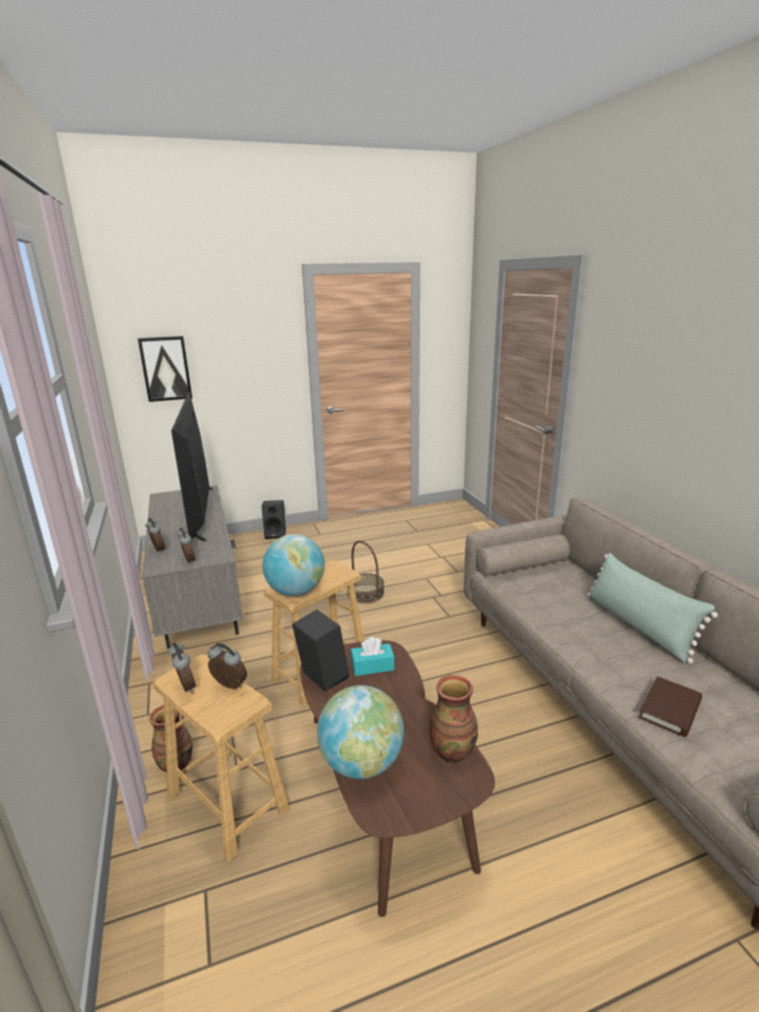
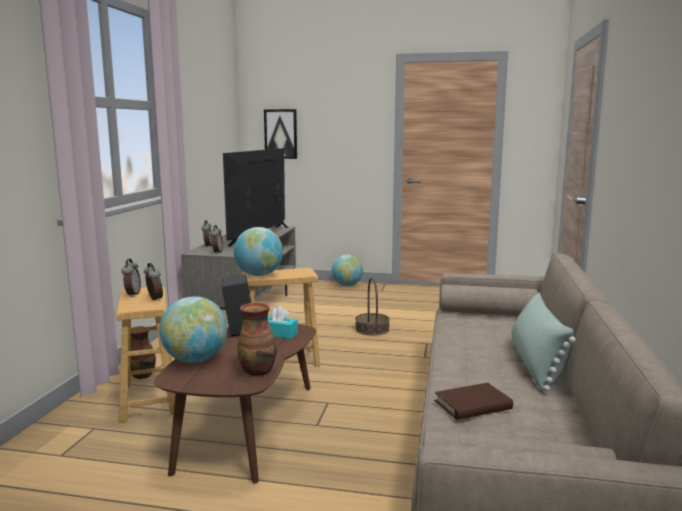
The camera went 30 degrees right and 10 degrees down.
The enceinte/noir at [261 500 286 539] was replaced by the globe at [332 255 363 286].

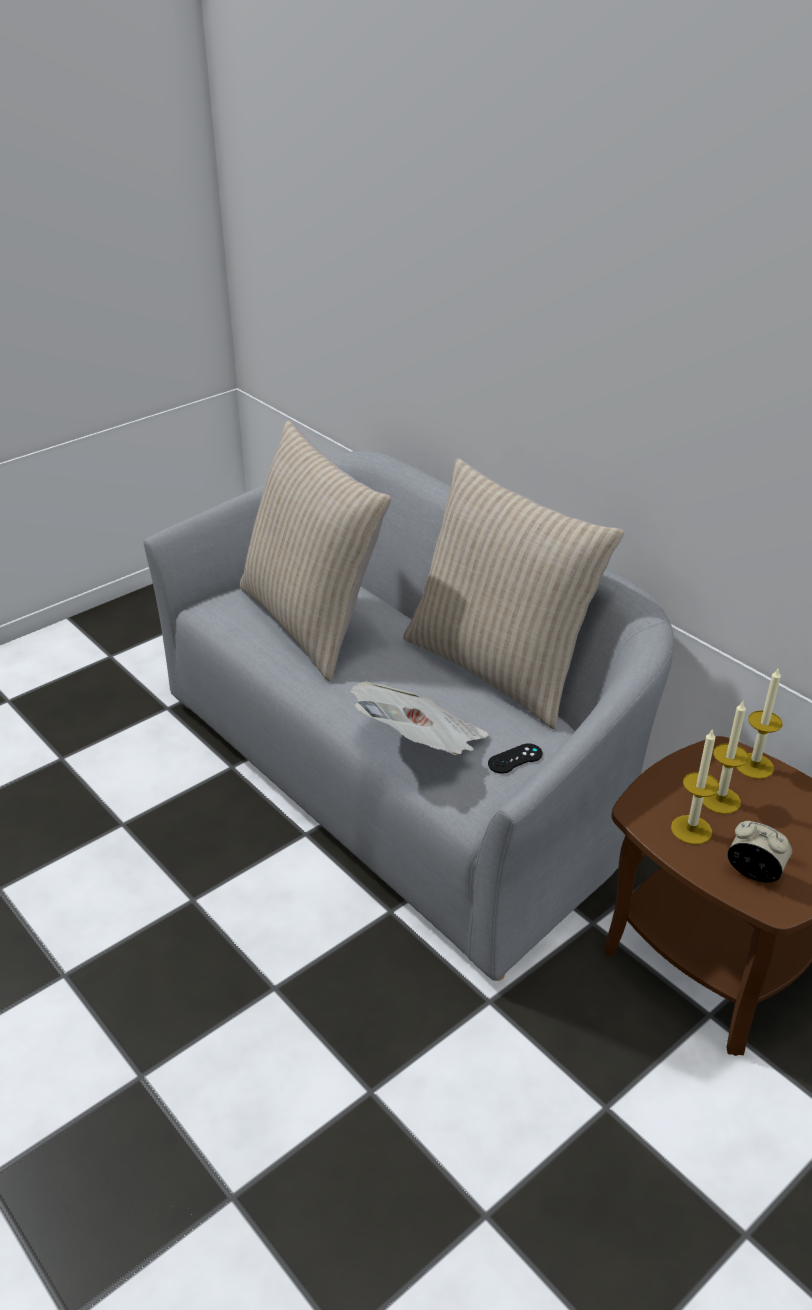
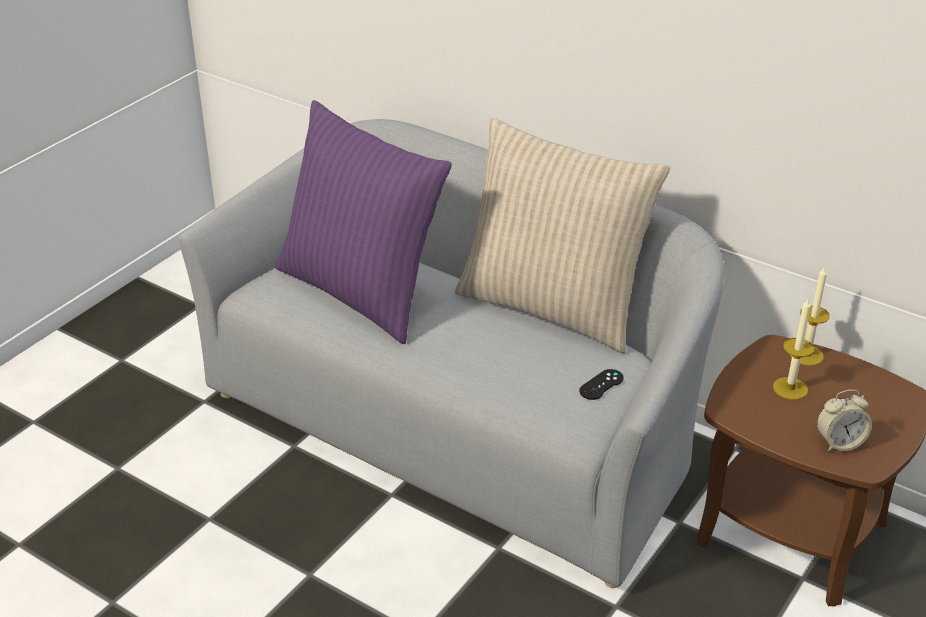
The camera went 15 degrees left and 0 degrees up.
The coussin/beige at [239 420 391 682] became the coussin/violet at [275 100 452 344].
The journal at [351 681 489 755] disappeared.
The bougie at [671 729 719 845] disappeared.
The réveil at [728 821 792 882] turned 150 degrees clockwise.

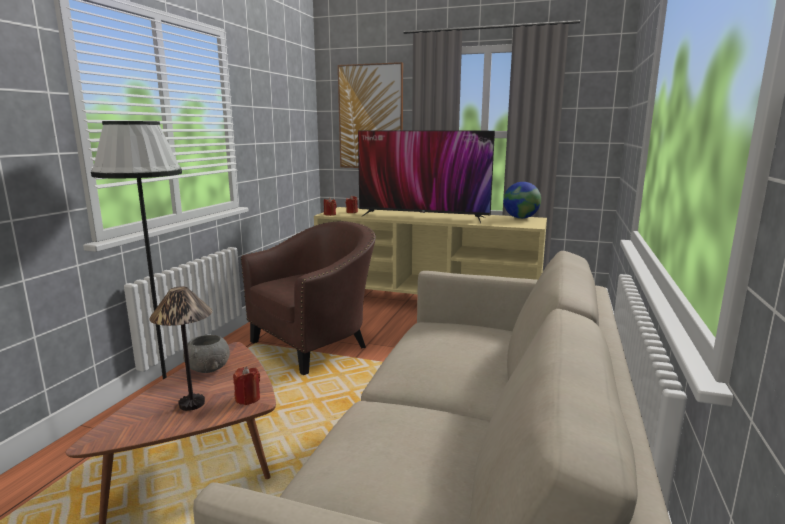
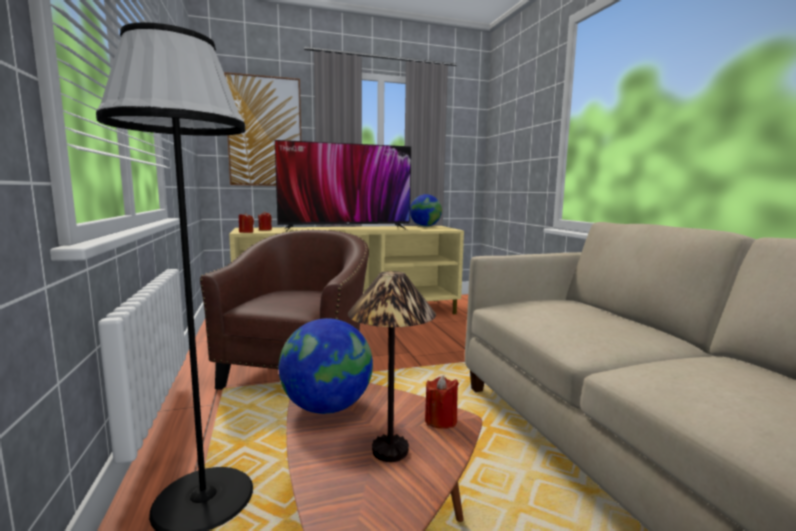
The camera went 35 degrees left and 5 degrees down.
The bol/gris at [183 335 230 373] was replaced by the globe at [279 318 373 414].

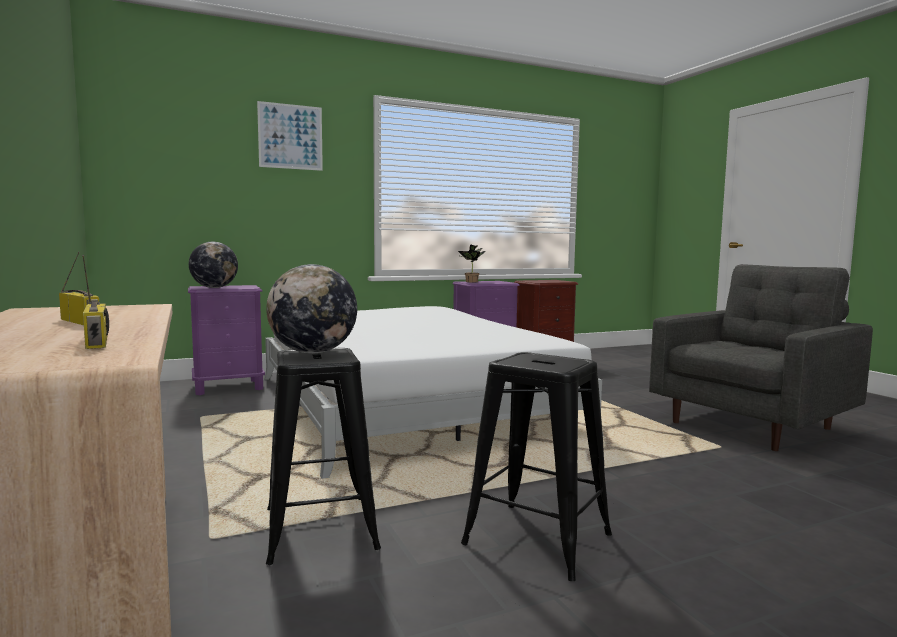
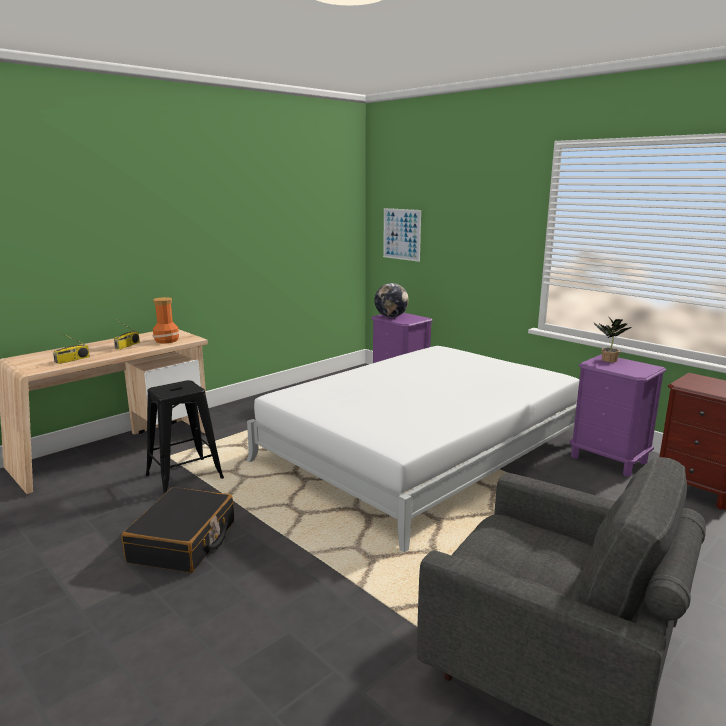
The camera went 70 degrees right and 10 degrees up.
The tableau moved from [257 101 323 171] to [383 208 421 262].
The globe at [266 264 357 353] disappeared.
The tabouret/noir at [461 352 612 581] was replaced by the valise/noir at [121 487 234 573].
The vase at [152 297 180 343] appeared.

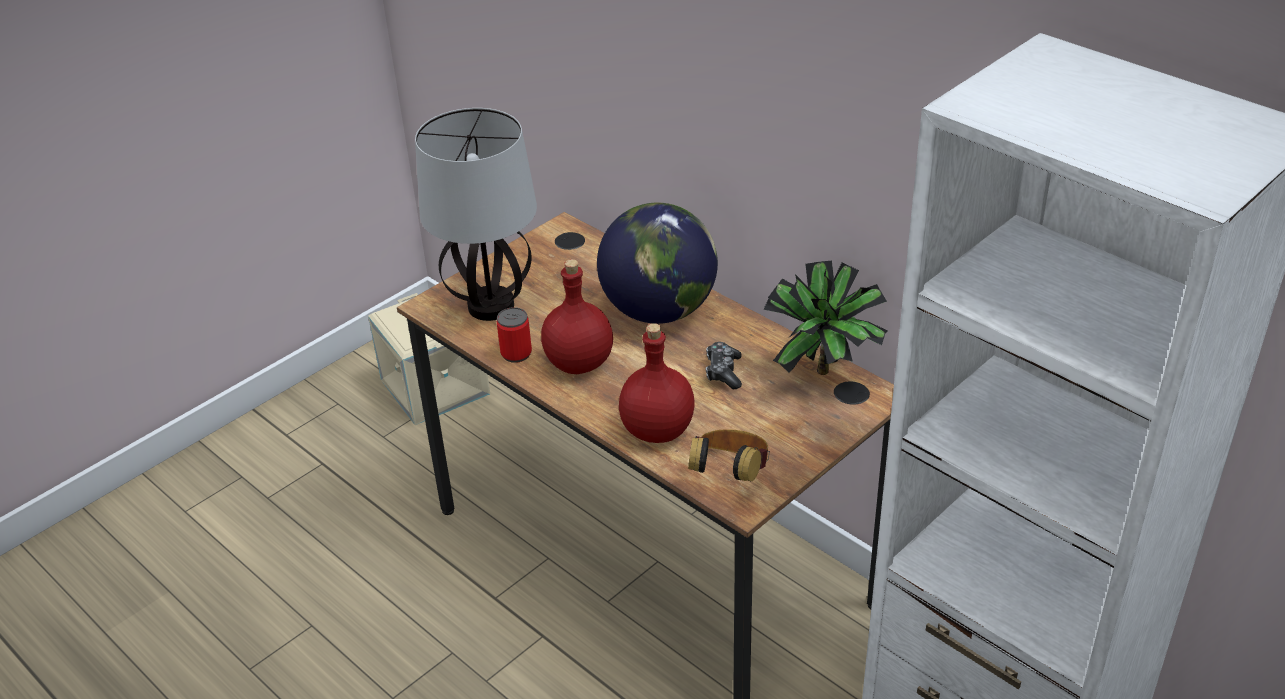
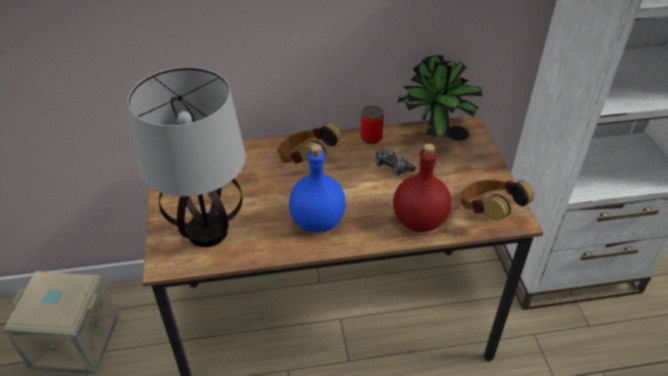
The camera went 55 degrees left and 5 degrees up.
The globe at [597 203 718 324] was replaced by the casque audio at [277 123 341 164].
The bouteille/rouge at [541 259 613 374] became the bouteille/bleu at [289 144 346 232].
The boîte métallique moved from [497 307 532 363] to [361 106 384 144].

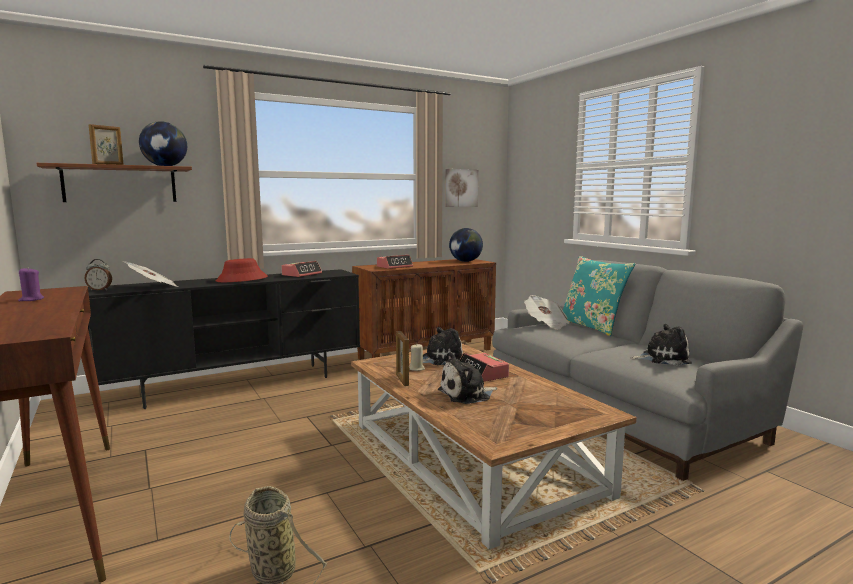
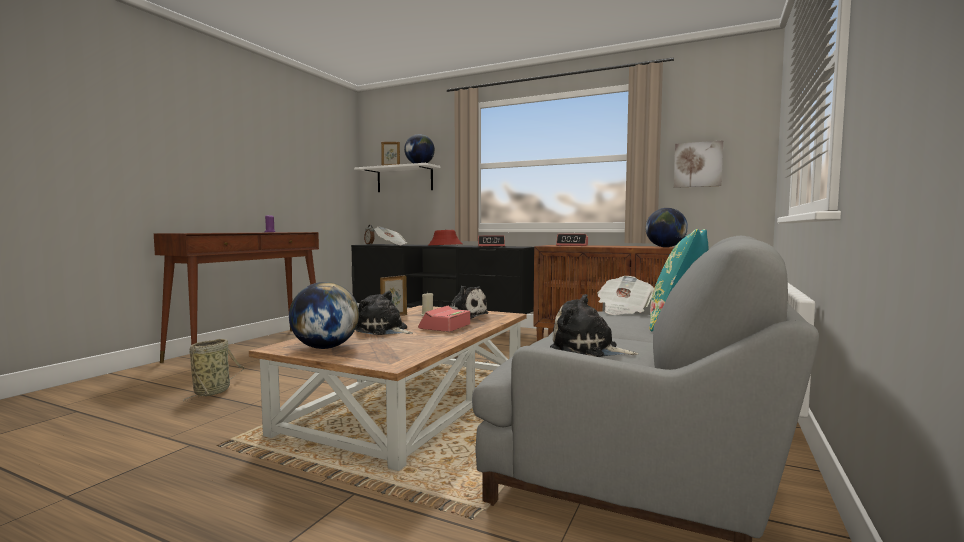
The camera went 55 degrees right and 5 degrees down.
The étagère/marron at [36 163 192 202] became the étagère/blanc at [354 163 440 192].
The peluche at [630 324 692 365] turned 150 degrees clockwise.
The globe at [289 282 359 349] appeared.

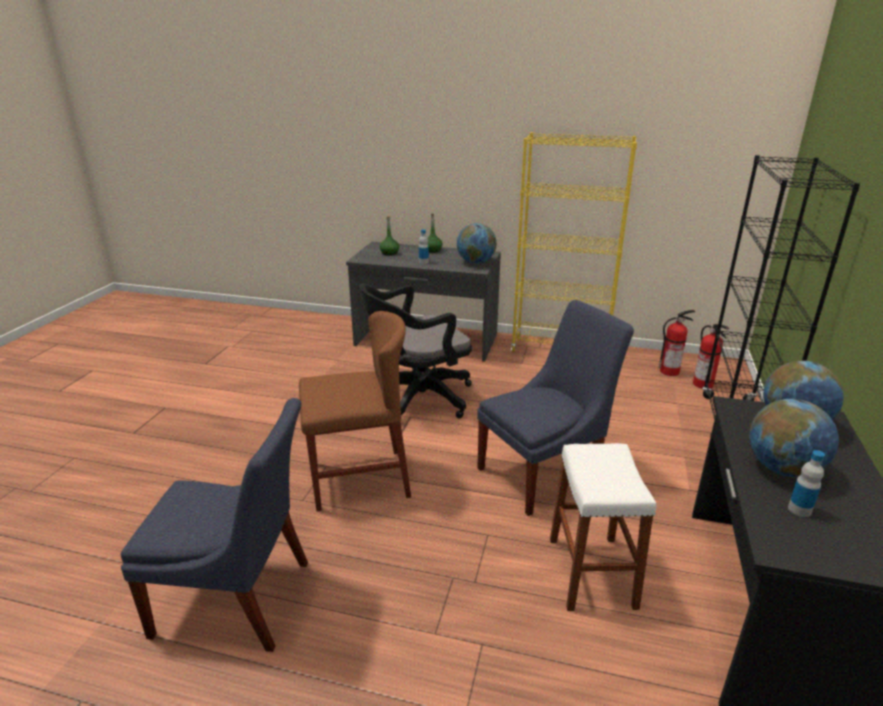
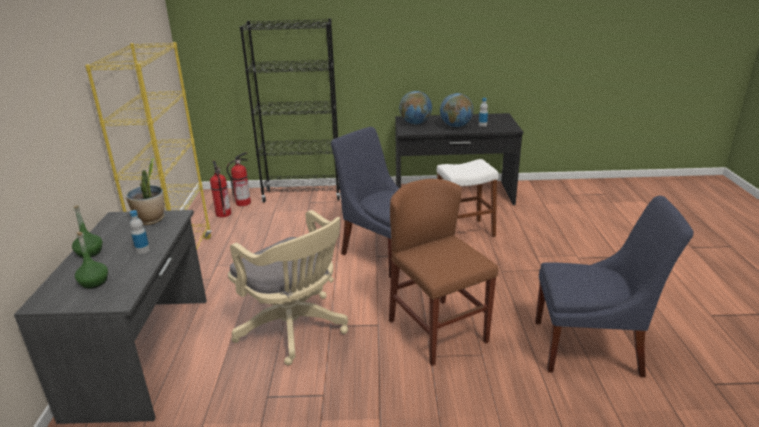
The camera went 105 degrees left and 0 degrees up.
The globe at [457 223 497 264] was replaced by the plante en pot at [126 158 165 225].
The chaise de bureau/noir at [359 284 472 419] became the chaise de bureau/beige at [228 210 348 365].
The chaise/bleu at [120 398 308 652] turned 105 degrees clockwise.

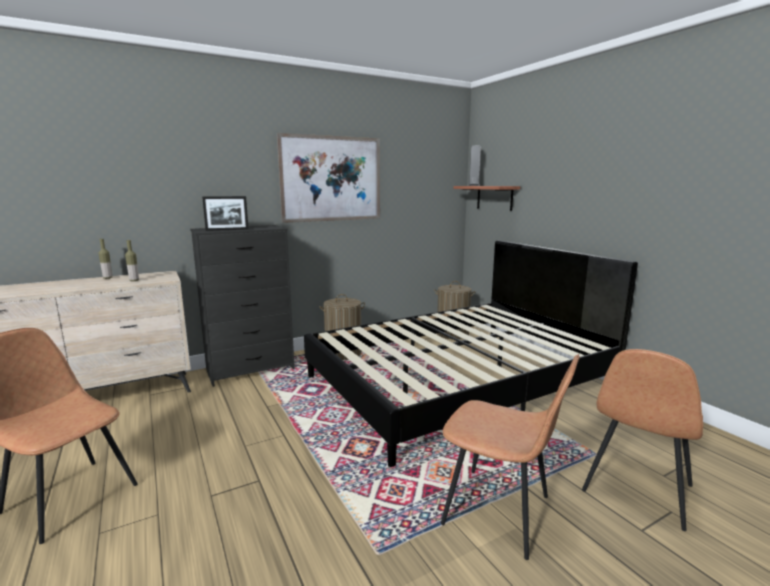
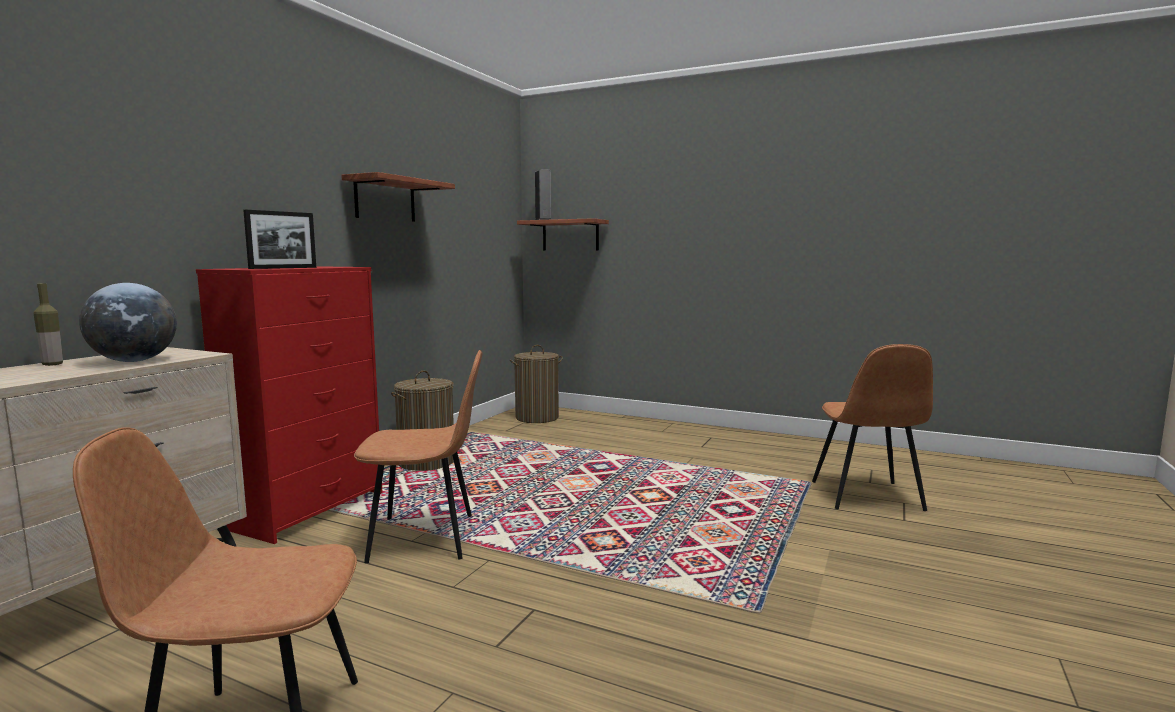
The camera went 35 degrees left and 5 degrees down.
The tableau at [277 133 380 223] was replaced by the étagère at [341 172 455 222].
The commode/noir at [190 225 295 387] became the commode/rouge at [196 266 383 544].
The bouteille at [125 240 139 281] was replaced by the globe at [79 283 177 362].
The lit/noir at [304 240 638 467] disappeared.
The chaise/marron moved from [441 354 580 560] to [354 350 482 563].

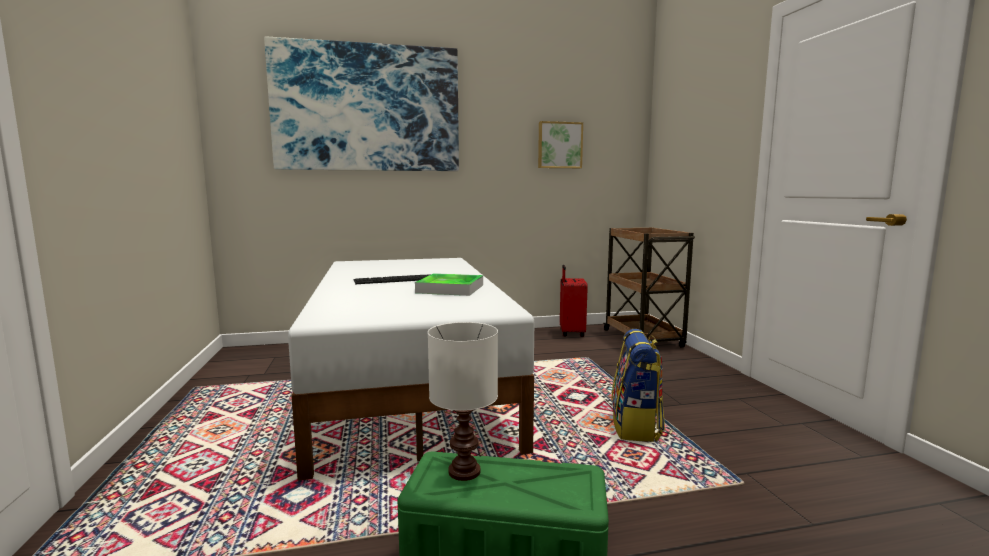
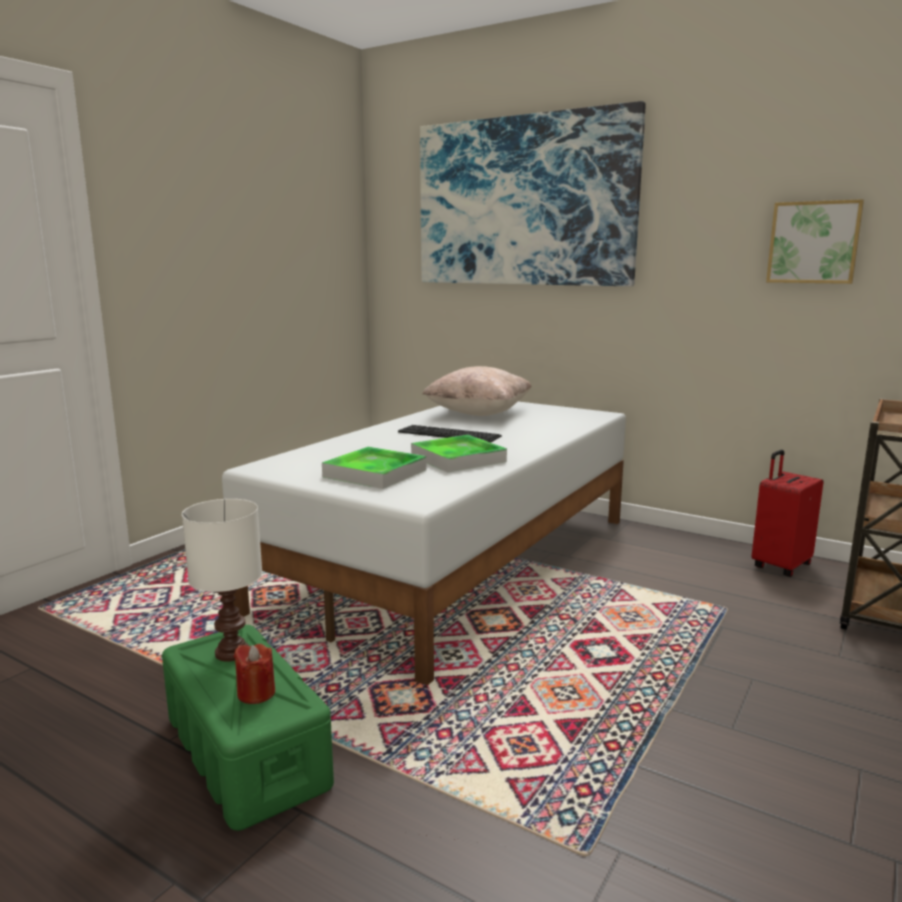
The camera went 45 degrees right and 5 degrees up.
The sac à dos at [611 329 665 442] disappeared.
The coussin/beige at [422 366 532 416] appeared.
The plateau at [322 447 426 489] appeared.
The bougie/rouge at [234 644 275 704] appeared.

